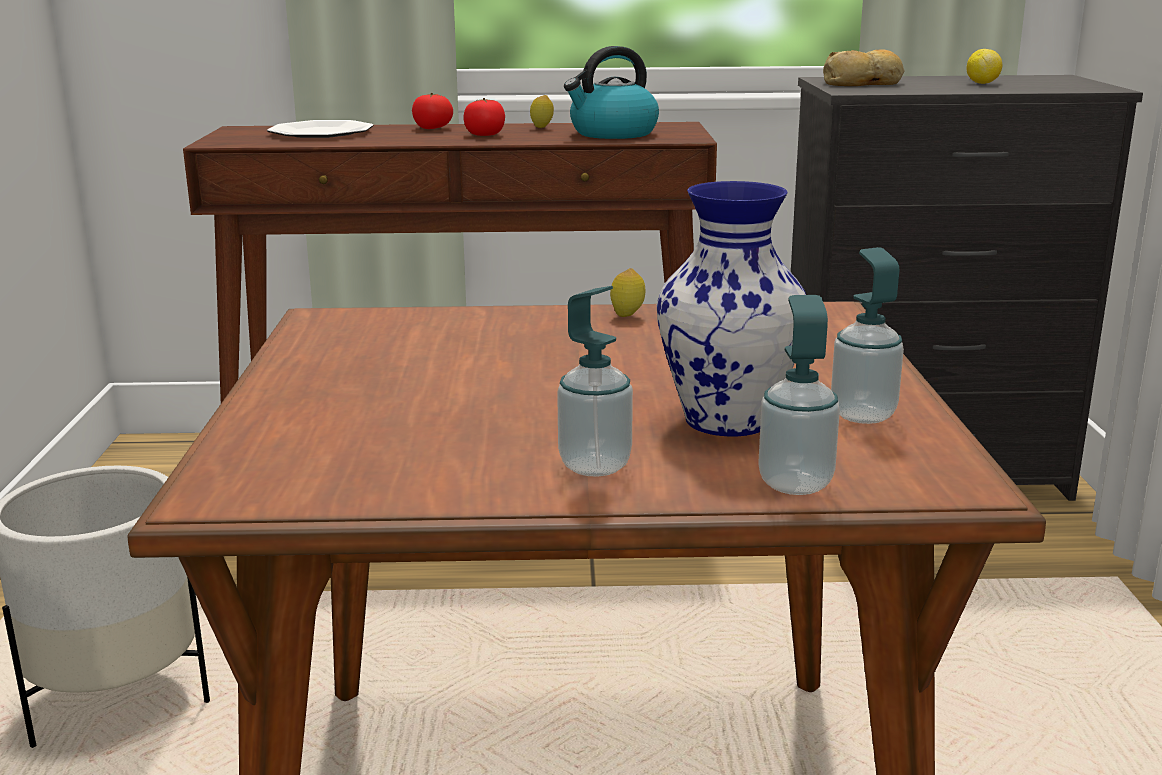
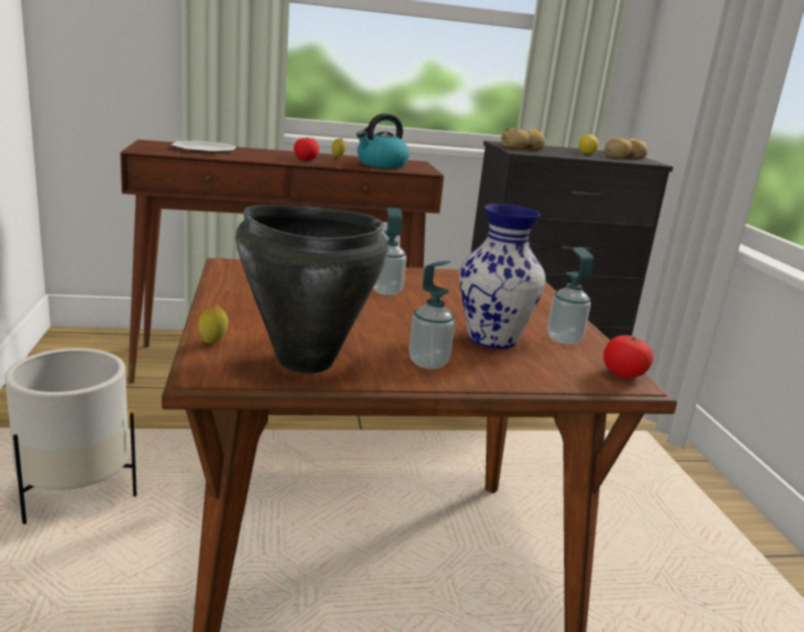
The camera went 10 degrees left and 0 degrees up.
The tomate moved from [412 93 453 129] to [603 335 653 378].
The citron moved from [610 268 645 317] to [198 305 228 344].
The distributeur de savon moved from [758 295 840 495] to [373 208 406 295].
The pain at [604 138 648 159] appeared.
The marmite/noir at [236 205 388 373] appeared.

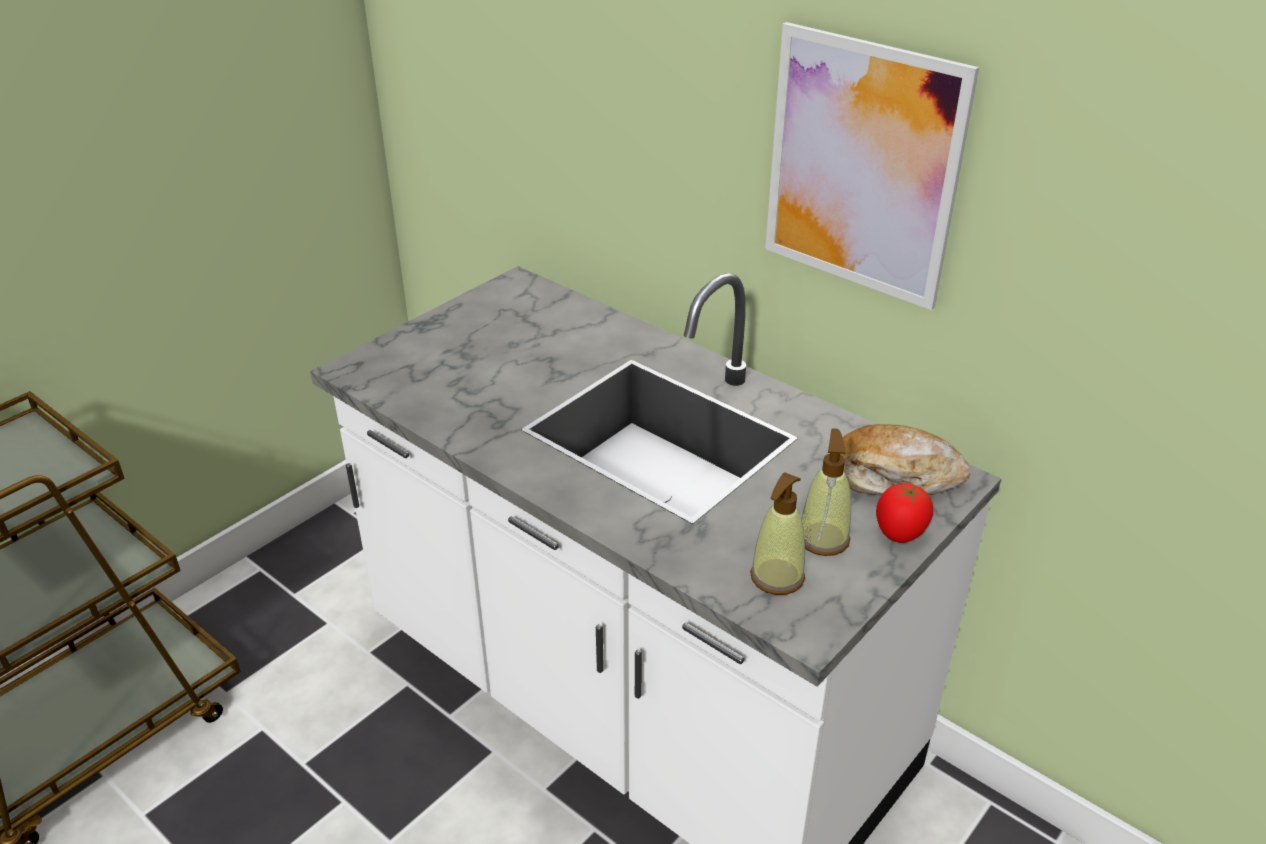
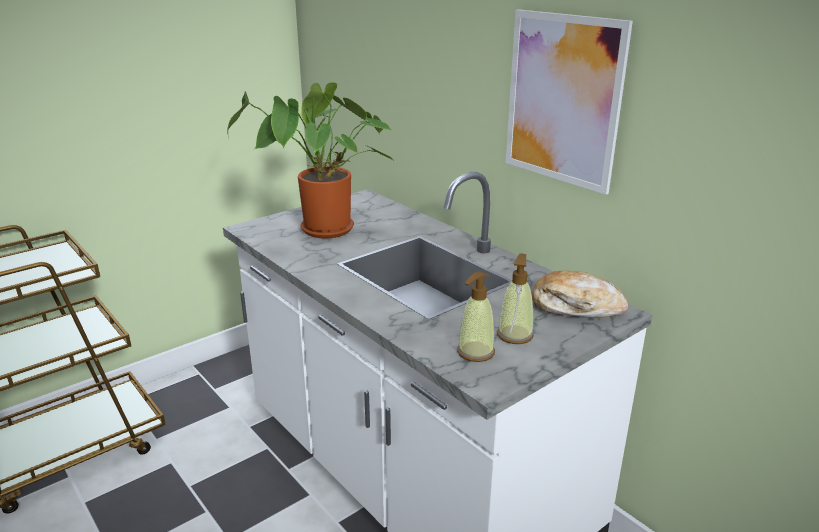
The camera went 10 degrees right and 10 degrees down.
The tomate at [876 483 933 543] disappeared.
The plante en pot at [227 82 393 239] appeared.

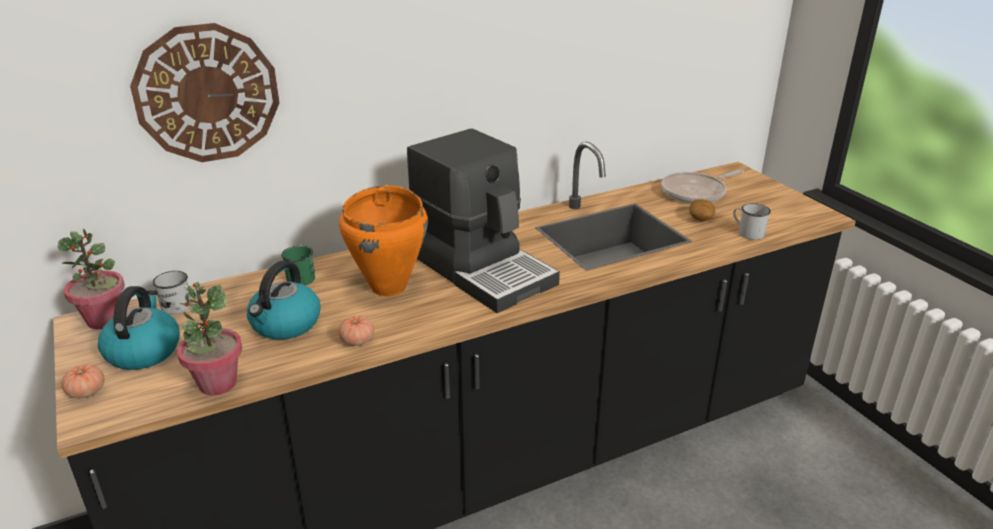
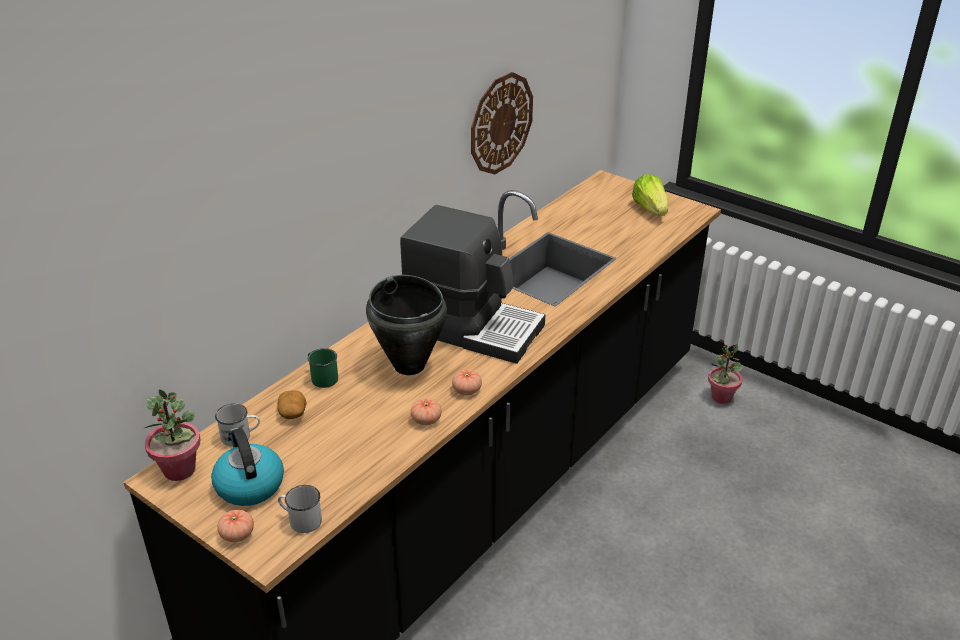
The camera went 25 degrees left and 5 degrees up.
The horloge murale moved from [130 23 280 162] to [471 72 533 175].
The poêle at [661 170 744 204] disappeared.
The marmite/orange at [339 185 428 296] became the marmite/noir at [366 275 447 375].
The pomme de terre moved from [690 199 715 221] to [277 390 306 419].
The mug/blanc moved from [733 203 771 240] to [278 485 322 533].
The bouilloire at [247 261 321 340] disappeared.
The plante en pot moved from [177 282 243 395] to [708 344 743 404].
The laitue at [632 174 668 216] appeared.
The tomate at [452 369 482 395] appeared.

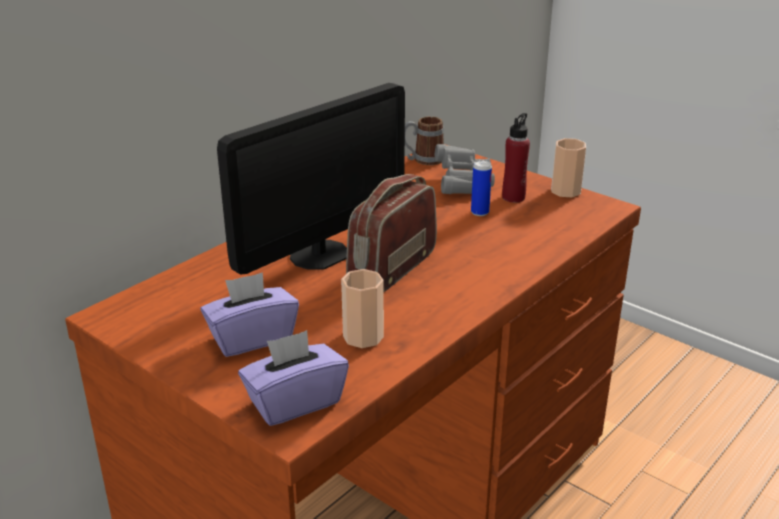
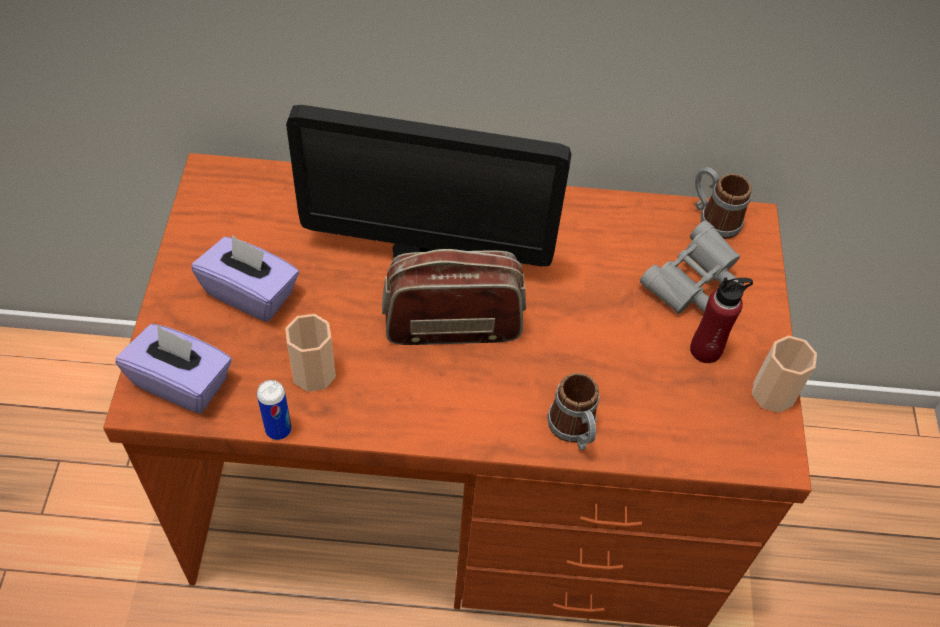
The camera went 50 degrees right and 25 degrees up.
The boîte métallique moved from [471 160 492 216] to [257 380 292 440].
The mug at [547 373 600 450] appeared.

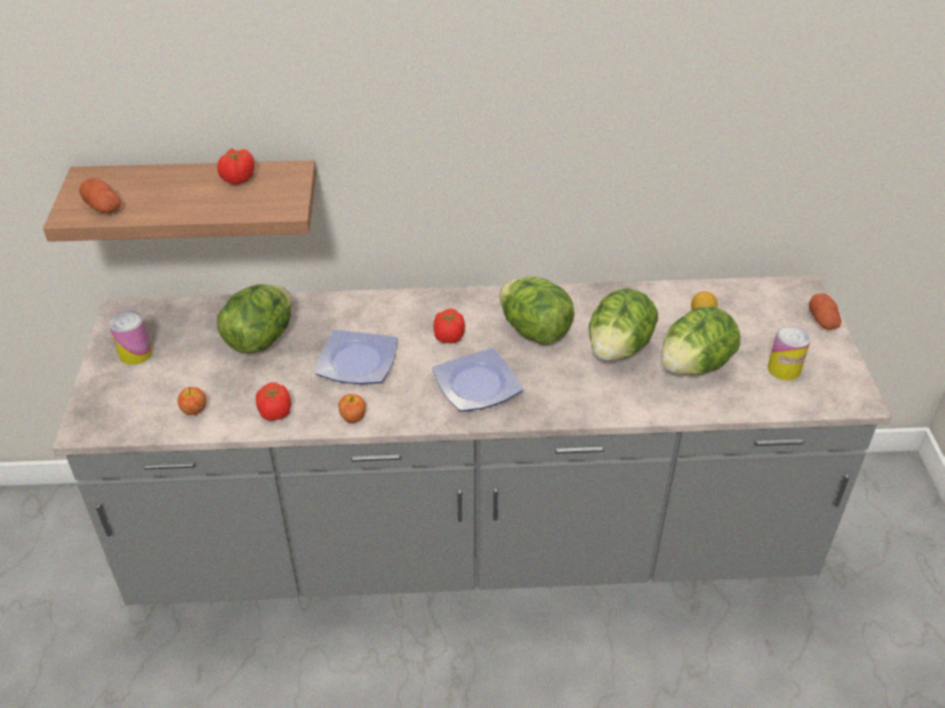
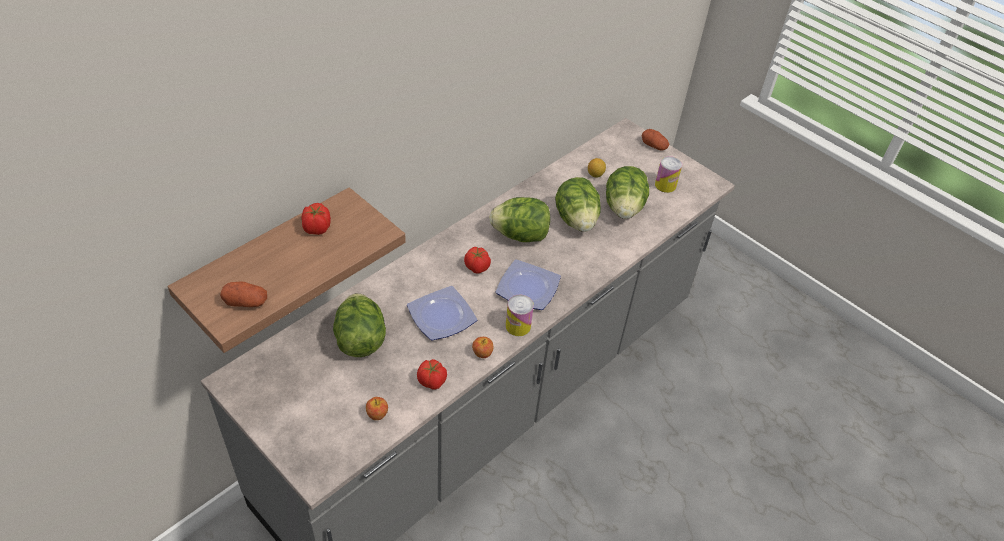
The camera went 45 degrees left and 5 degrees up.
The boîte métallique moved from [109 311 152 365] to [506 295 534 336].

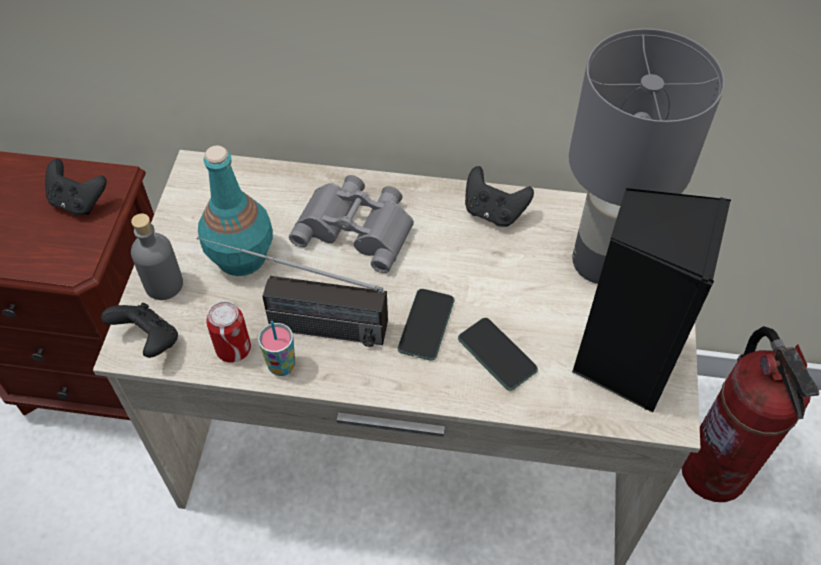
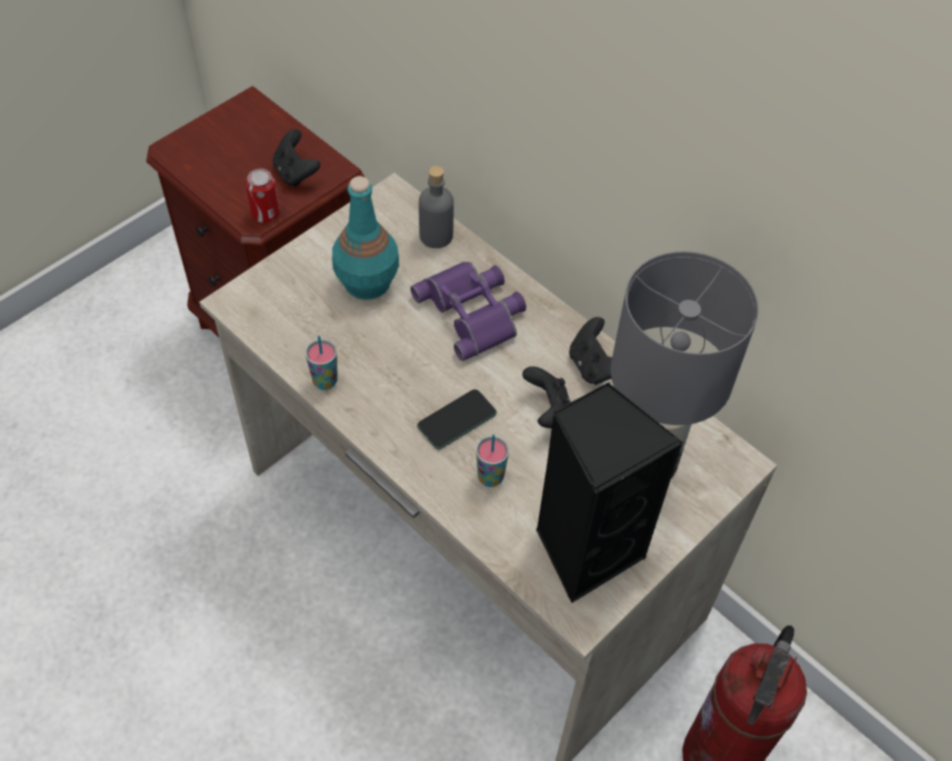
The camera went 35 degrees right and 0 degrees up.
The jumelles/gris at [289 175 414 273] became the jumelles/violet at [410 262 526 361].
The bouteille/gris moved from [131 213 183 300] to [419 166 454 248].
The radio at [197 236 388 347] disappeared.
The boîte métallique moved from [206 302 251 363] to [246 169 280 223].
The manette/noir moved from [101 303 178 358] to [522 366 570 428].
The téléphone at [458 318 538 391] was replaced by the tasse at [476 434 509 487].

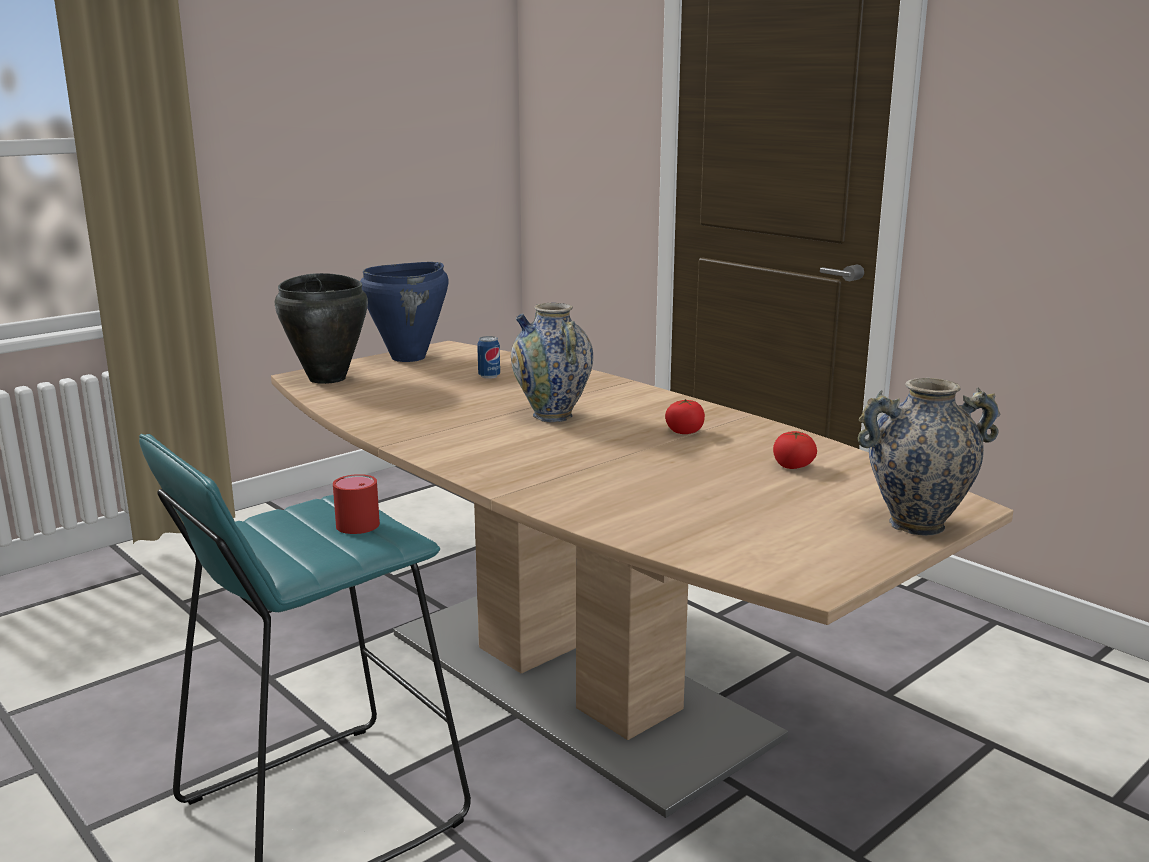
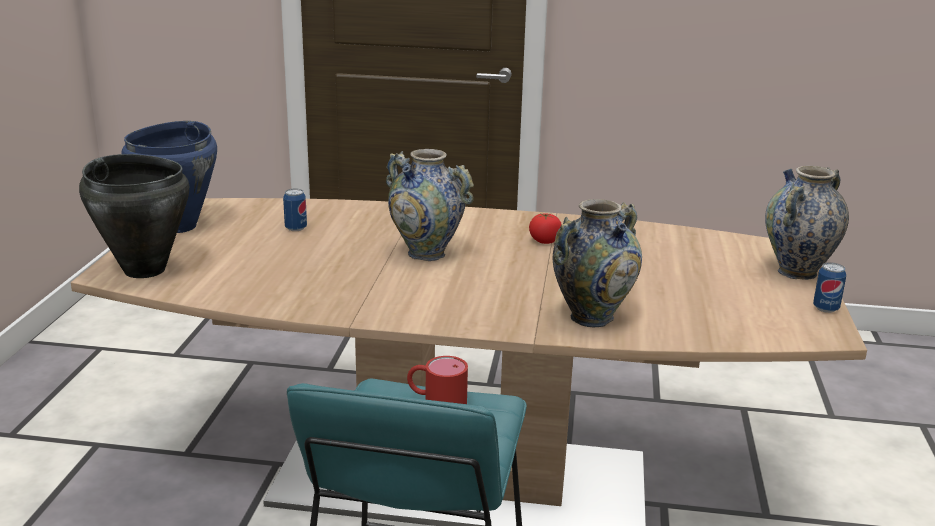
The camera went 40 degrees left and 5 degrees up.
The tomate at [773 431 817 469] disappeared.
The vase at [553 199 642 327] appeared.
The boîte métallique at [813 262 846 313] appeared.

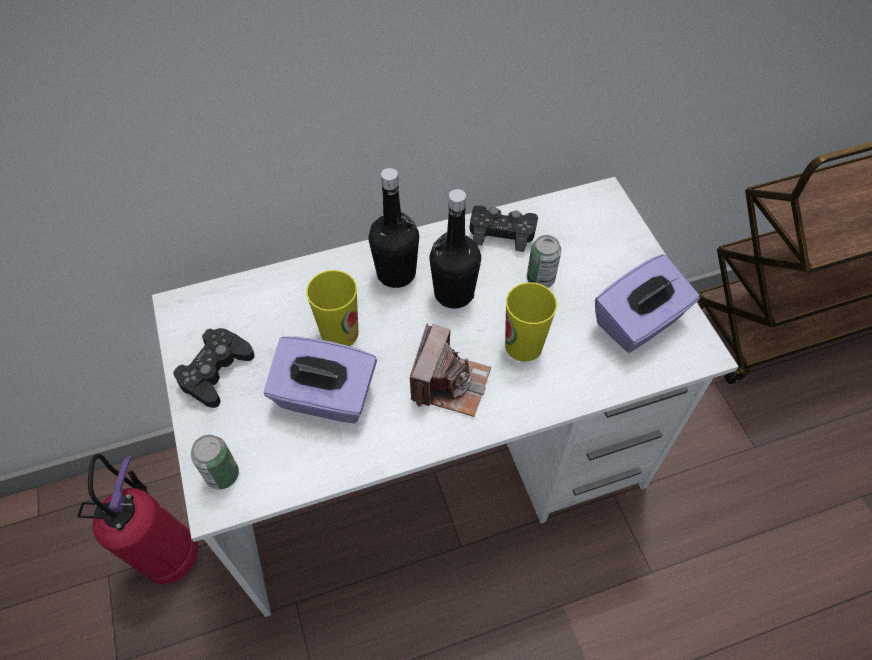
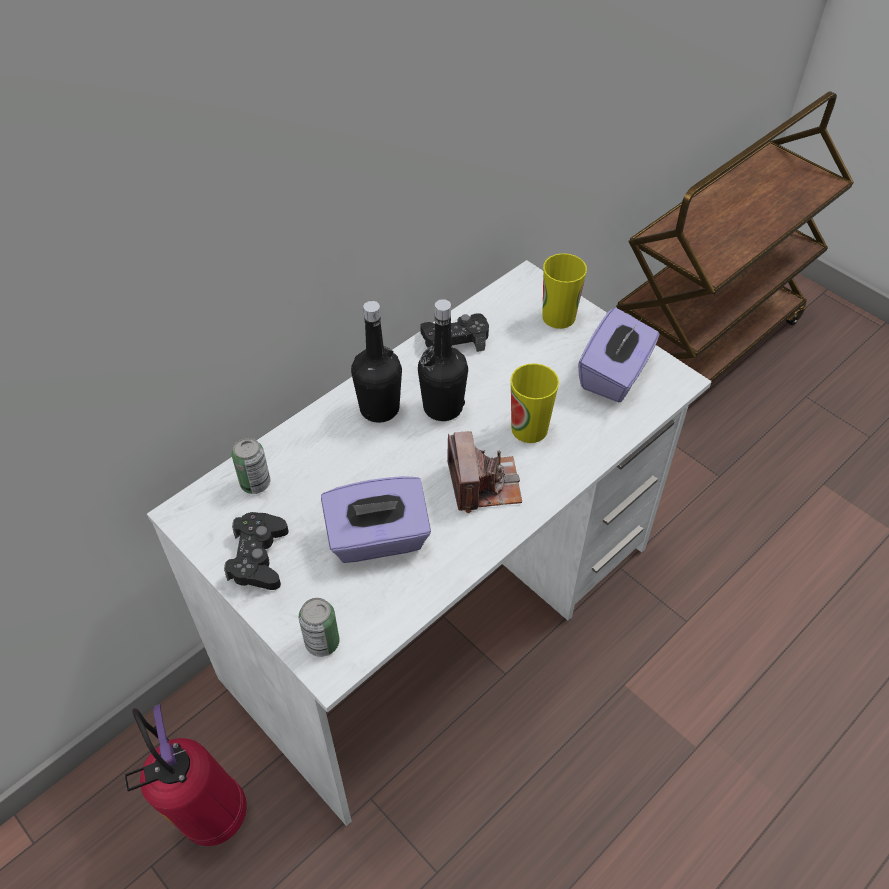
The camera went 25 degrees left and 5 degrees down.
The boîte métallique moved from [527 235 561 288] to [232 437 270 494].
The tasse moved from [306 270 359 346] to [542 253 587 329].

